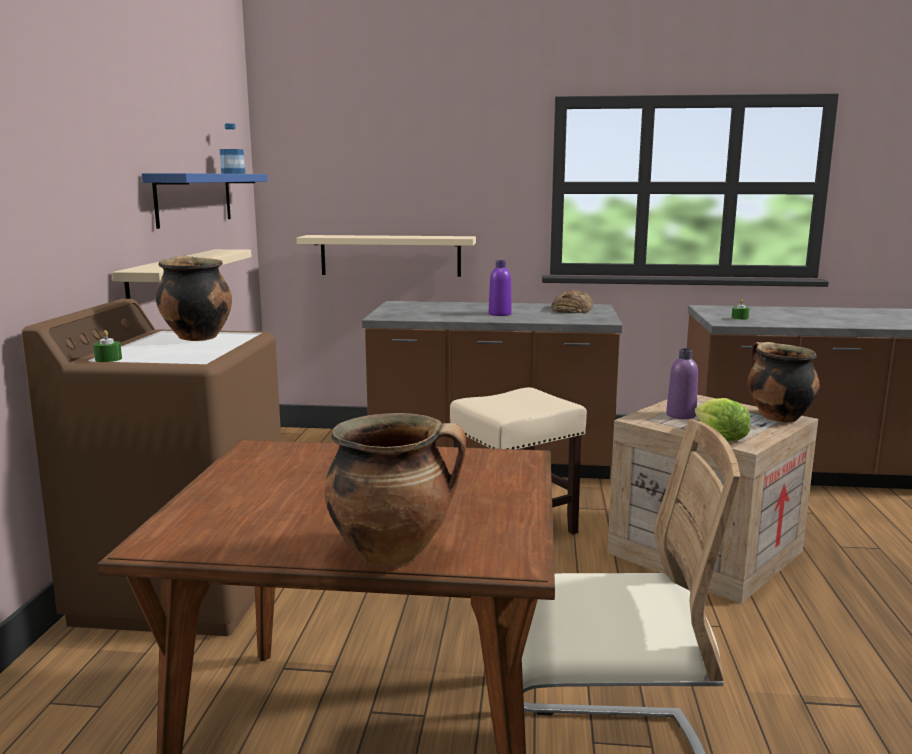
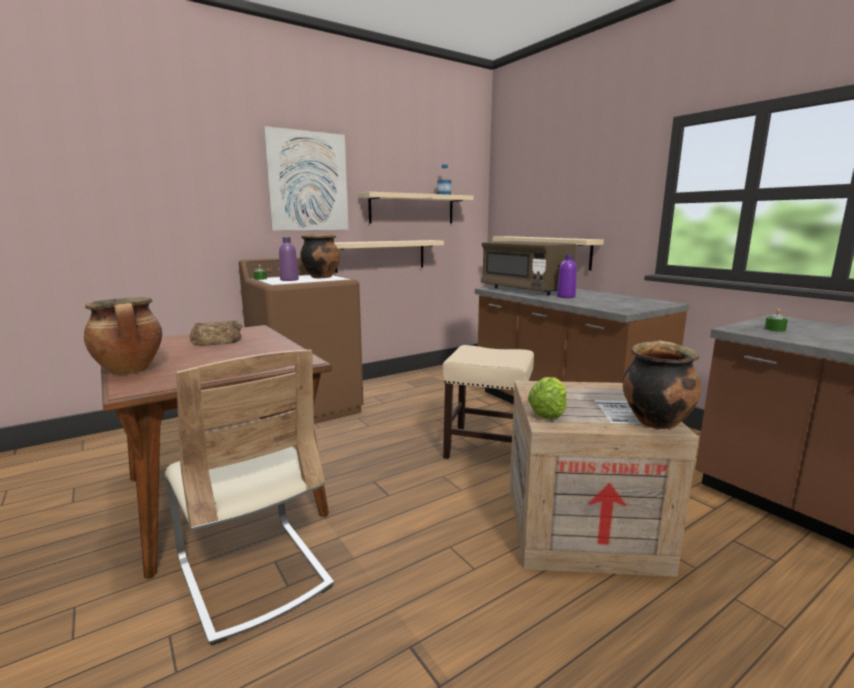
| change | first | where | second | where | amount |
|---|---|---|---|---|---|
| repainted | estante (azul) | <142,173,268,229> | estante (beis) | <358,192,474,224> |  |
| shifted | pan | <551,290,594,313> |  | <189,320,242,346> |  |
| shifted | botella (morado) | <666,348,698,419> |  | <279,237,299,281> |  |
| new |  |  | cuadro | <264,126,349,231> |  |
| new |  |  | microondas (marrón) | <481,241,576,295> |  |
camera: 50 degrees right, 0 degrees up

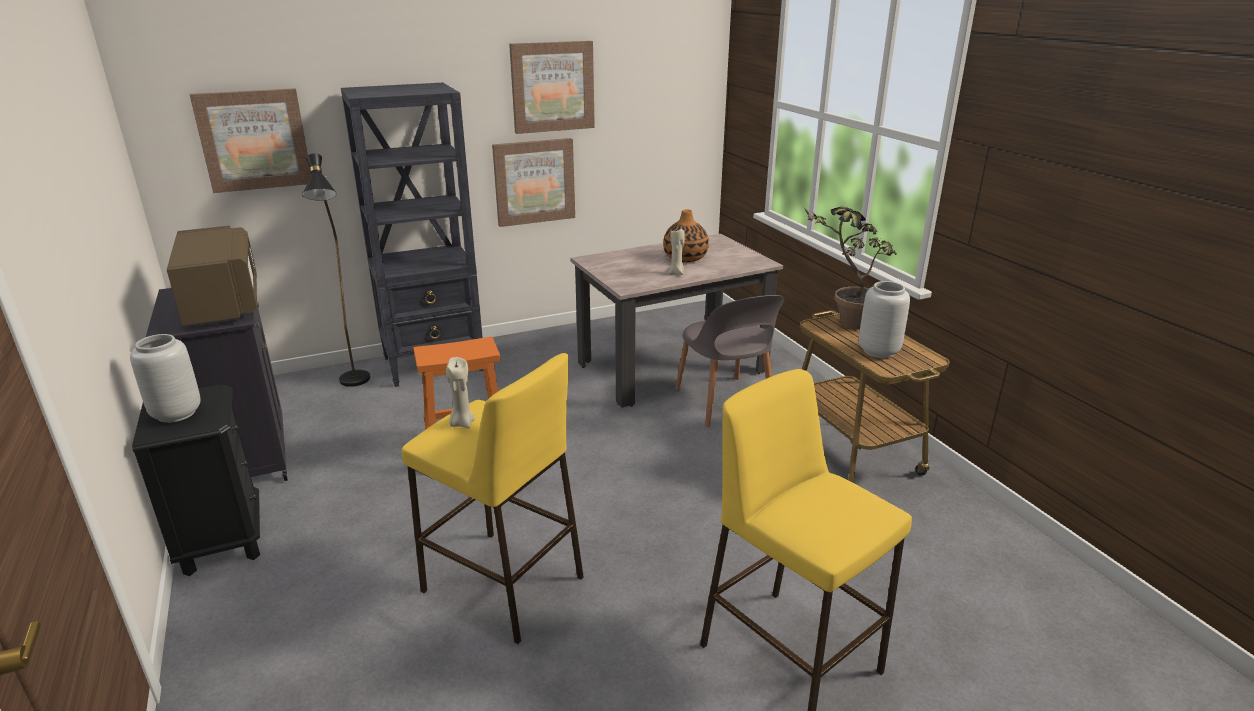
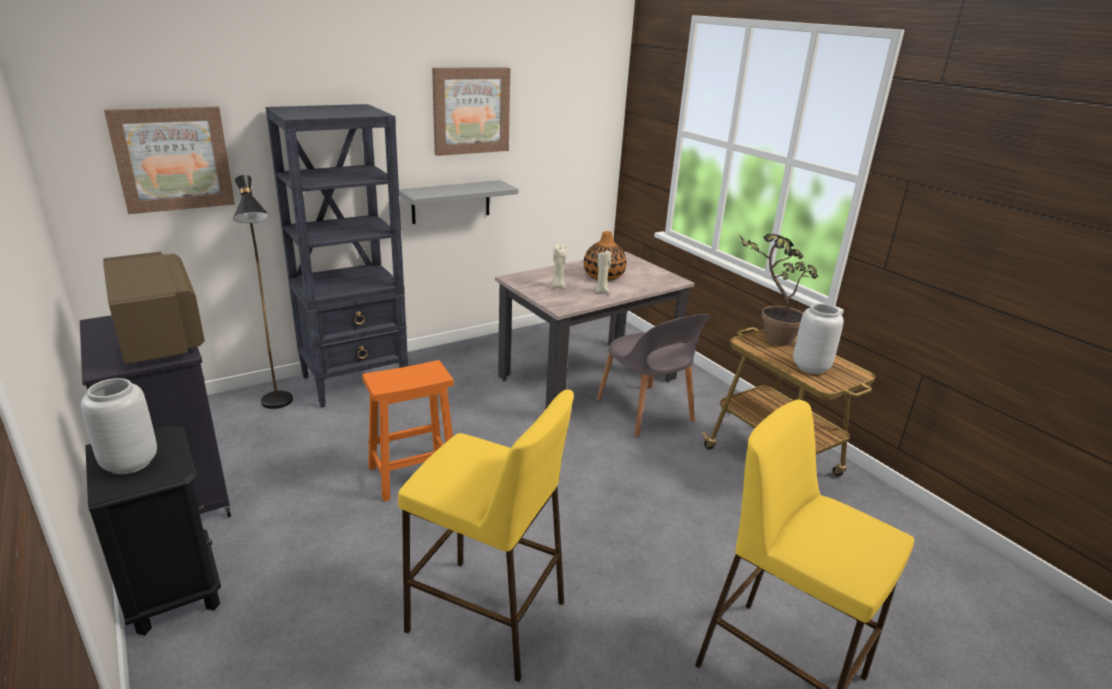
| change | first | where | second | where | amount |
|---|---|---|---|---|---|
| shifted | vela (beis) | <446,357,475,428> |  | <551,244,567,288> |  |
| swapped | cuadro | <492,138,575,227> | estante (gris) | <399,180,518,224> |  |
camera: 10 degrees left, 0 degrees up

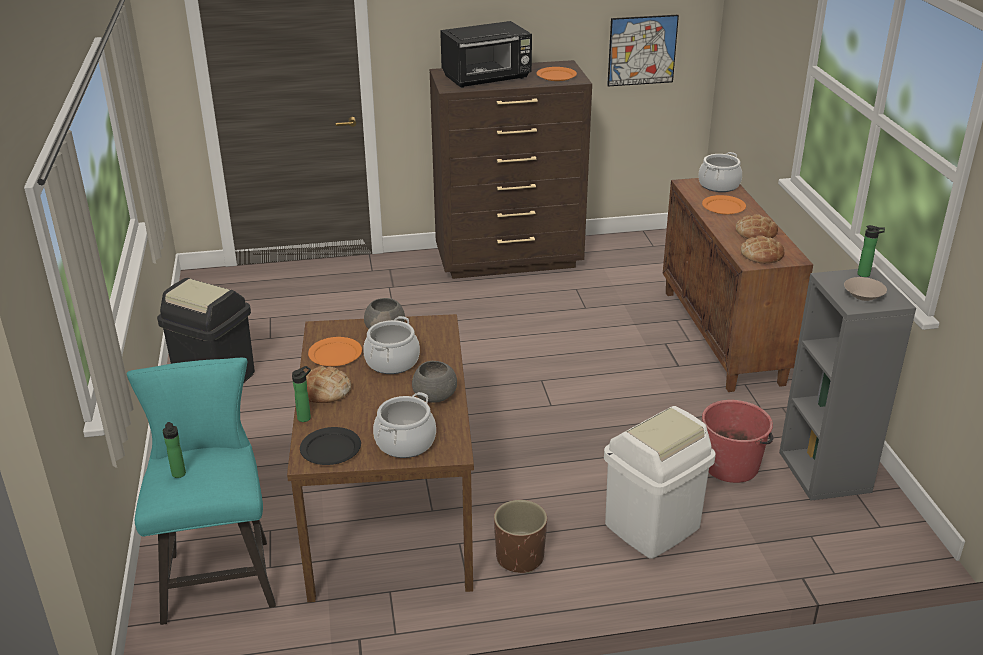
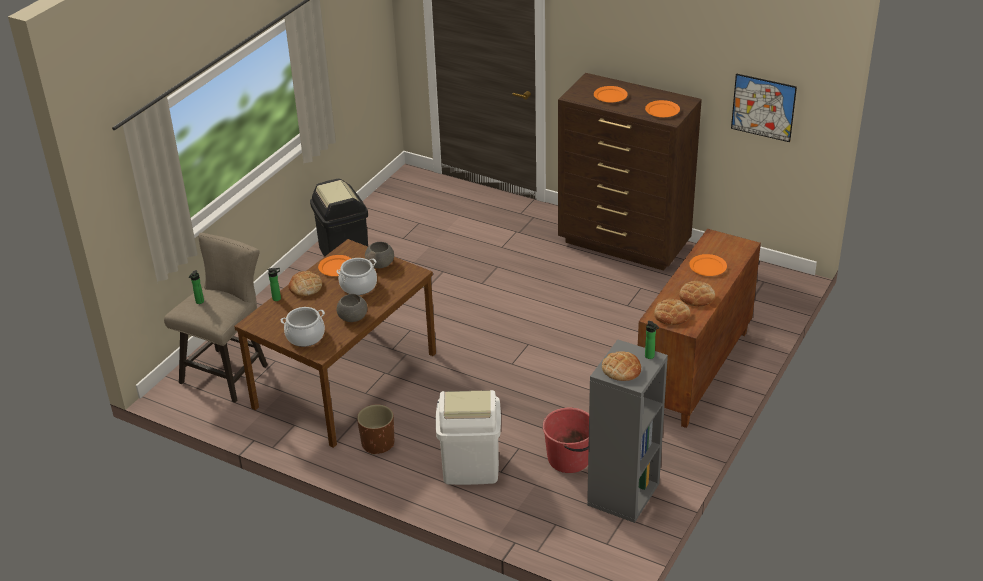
| change | first | where | second | where | amount |
|---|---|---|---|---|---|
| repainted | taburete (turquesa) | <127,358,276,625> | taburete (beis) | <164,233,268,403> |  |
| gone | plato (negro) | <300,427,361,465> |  |  |  |
| swapped | microondas (negro) | <440,21,532,88> | plato (naranja) | <594,86,628,103> |  |
| gone | olla | <698,152,742,192> |  |  |  |
| swapped | cuenco (beis) | <844,277,887,301> | pan | <602,351,641,381> |  |
camera: 40 degrees right, 5 degrees up

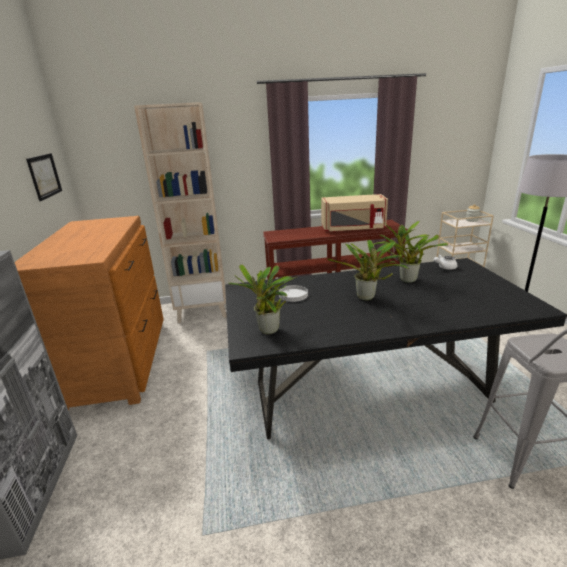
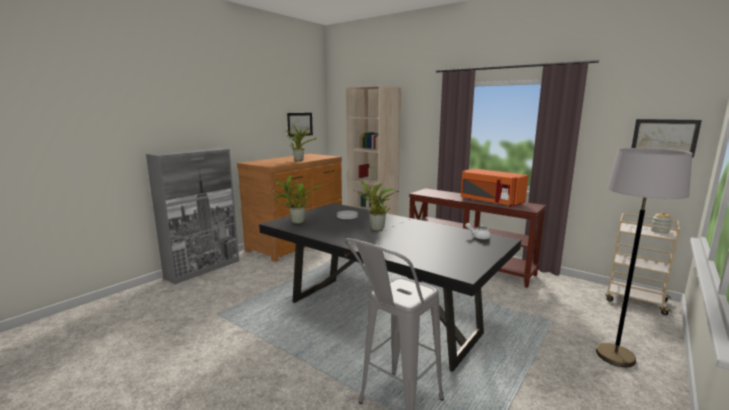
| change | first | where | second | where | amount |
|---|---|---|---|---|---|
| repainted | microondas (beis) | <321,194,388,232> | microondas (naranja) | <461,169,528,207> |  |
| shifted | planta en maceta | <373,221,448,283> |  | <283,126,317,161> |  |
| new |  |  | cuadro | <631,119,702,157> |  |
camera: 45 degrees right, 10 degrees down

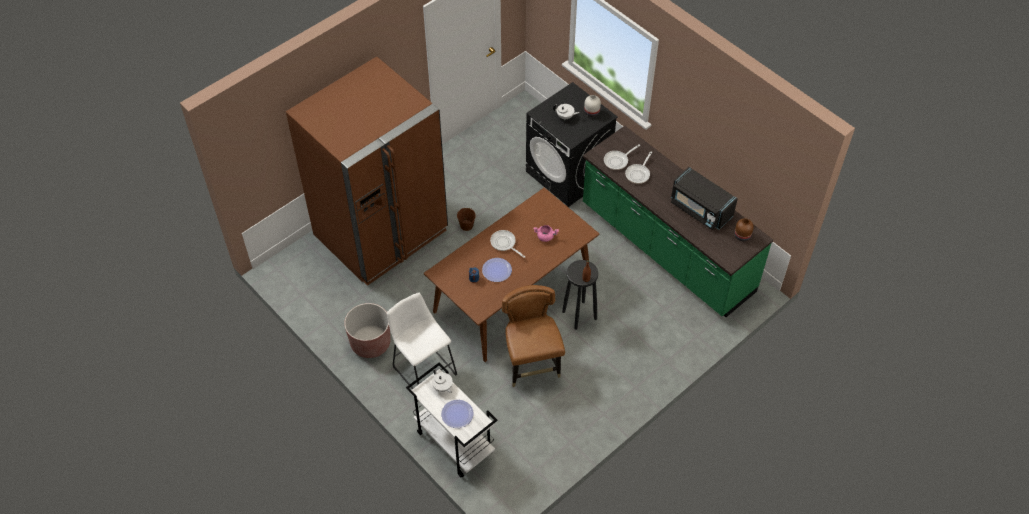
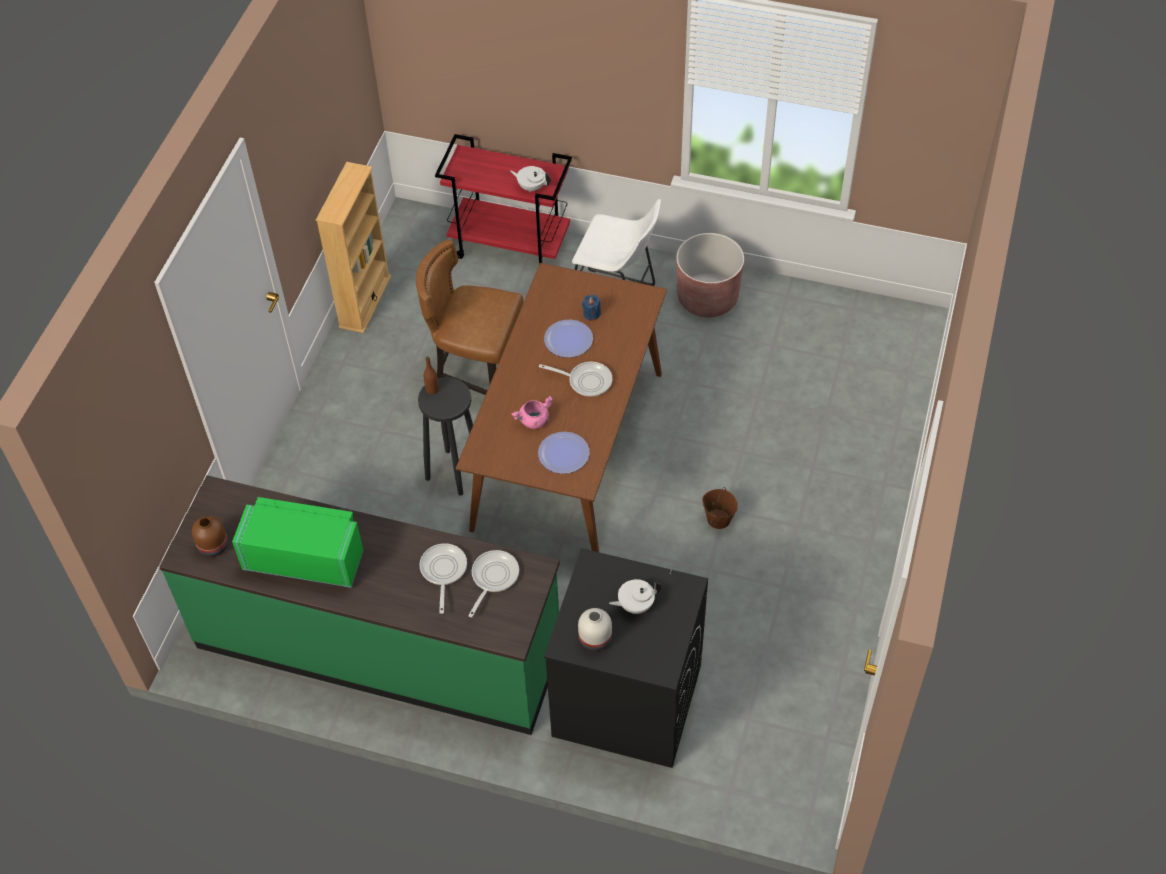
| change | first | where | second | where | amount |
|---|---|---|---|---|---|
| gone | nevera (marrón) | <286,57,448,286> |  |  |  |
| repainted | carrito (blanco) | <406,362,497,478> | carrito (rojo) | <435,134,572,264> |  |
| shifted | plato | <441,400,474,428> |  | <538,432,590,474> |  |
| rotated | silla (marrón) | <502,285,565,387> |  | <416,240,523,395> | 150 degrees clockwise |
| repainted | microondas (negro) | <671,167,738,230> | microondas (verde) | <232,497,363,588> |  |
| new |  |  | estantería (beis) | <316,162,391,333> |  |
camera: 150 degrees right, 0 degrees up

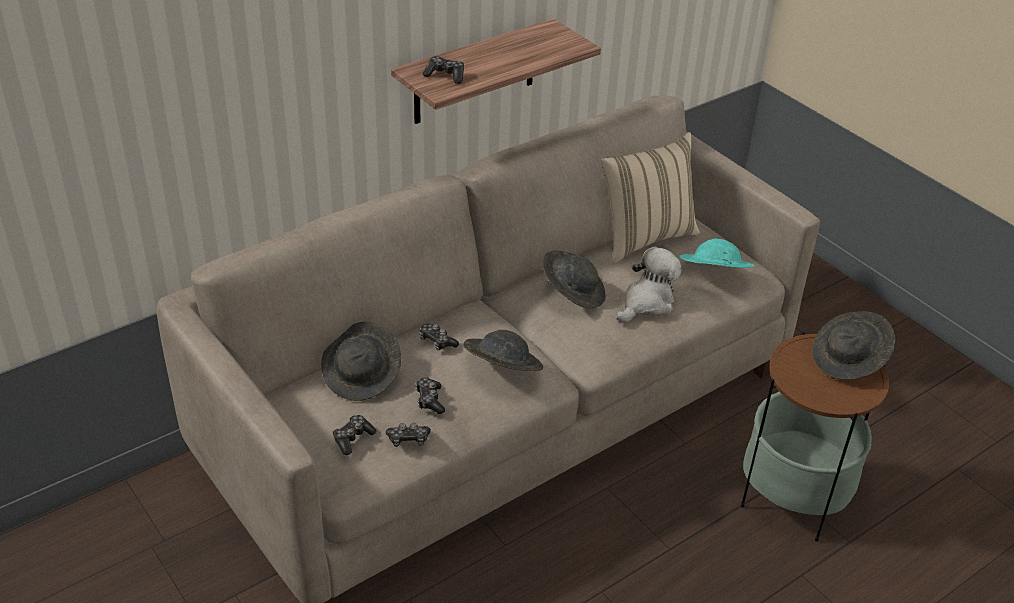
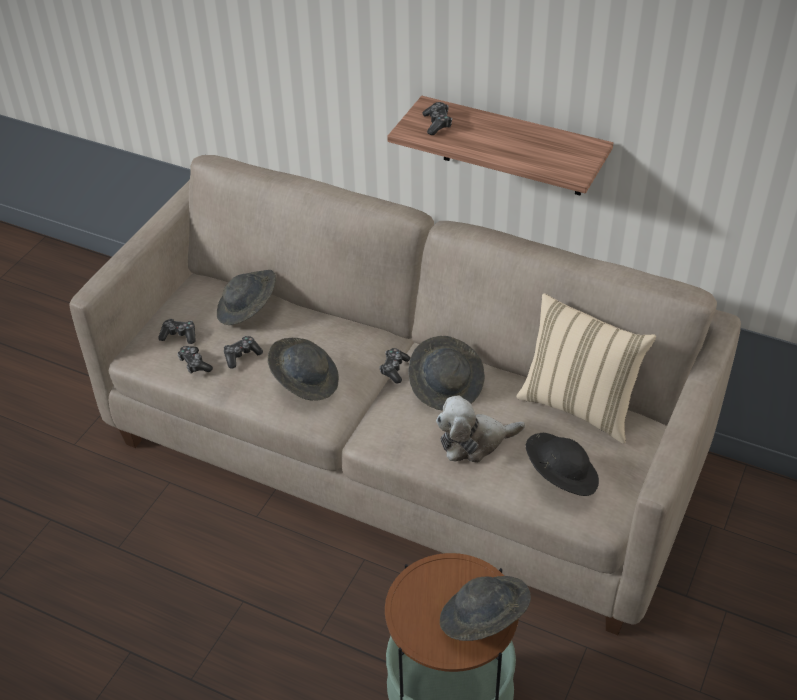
| change | first | where | second | where | amount |
|---|---|---|---|---|---|
| shifted | mando de consola | <419,323,459,351> |  | <380,348,410,384> |  |
| rotated | peluche | <616,246,682,323> |  | <436,395,525,463> | 150 degrees clockwise |
| repainted | sombrero (turquesa) | <680,239,755,268> | sombrero (negro) | <526,433,599,496> |  |
camera: 65 degrees right, 5 degrees up

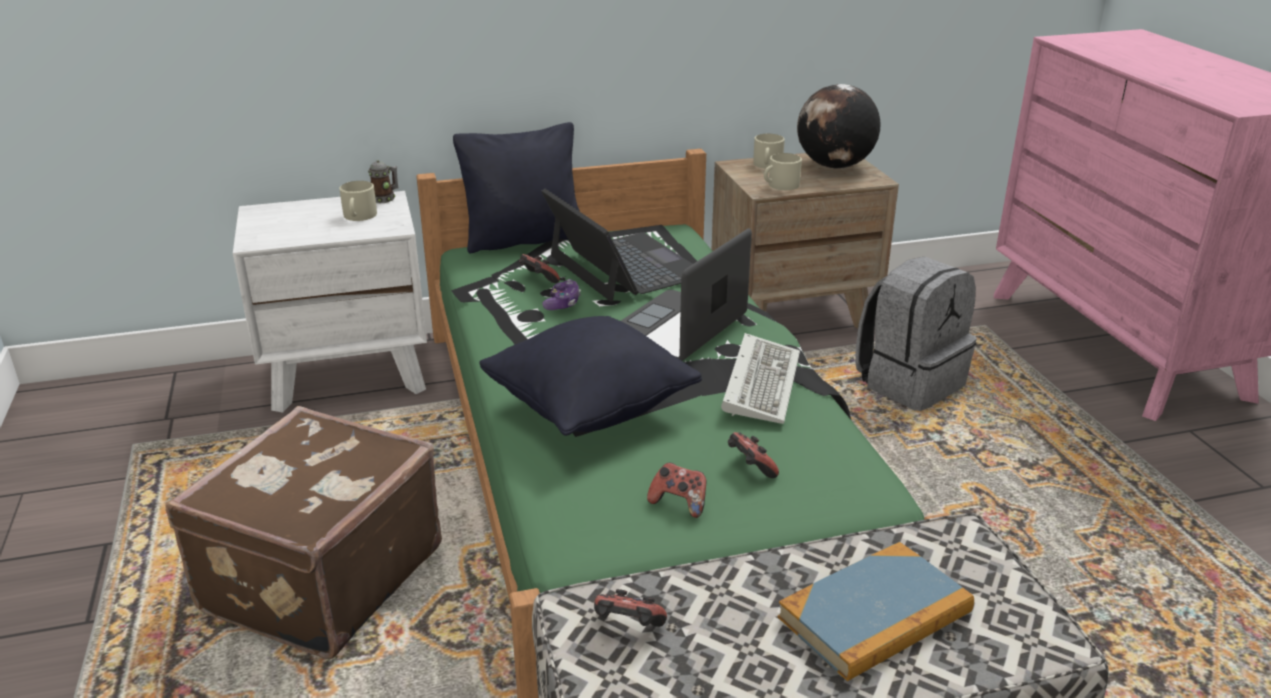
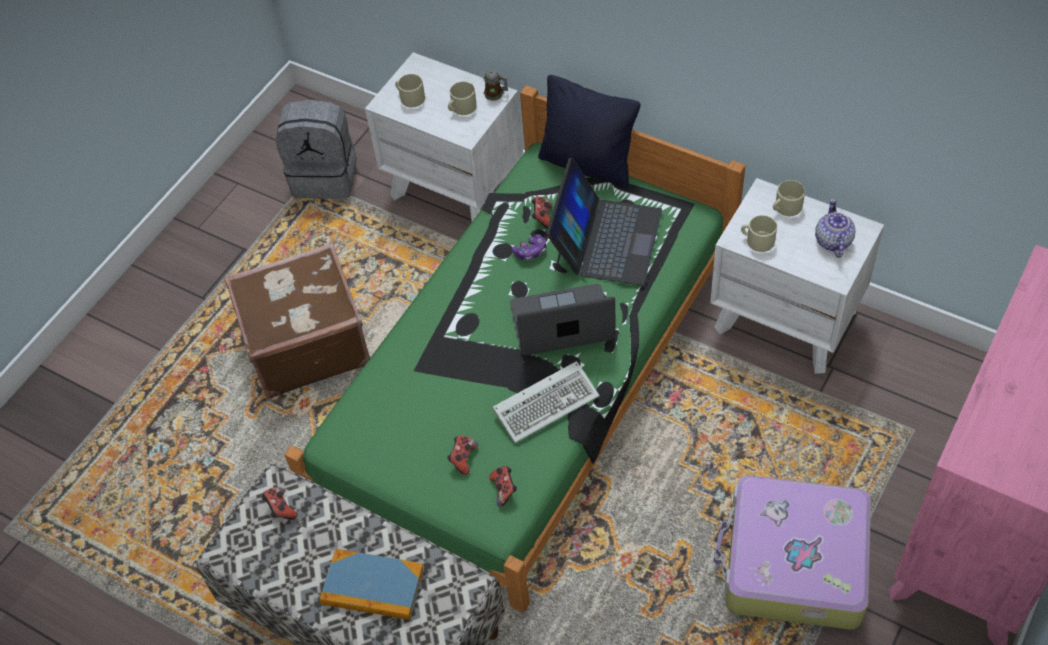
| change | first | where | second | where | amount |
|---|---|---|---|---|---|
| gone | cojín (negro) | <479,316,702,436> |  |  |  |
| shifted | mando de consola | <647,463,707,518> |  | <489,466,517,507> |  |
| repainted | mesita de noche (marrón) | <711,153,899,328> | mesita de noche (blanco) | <710,178,884,374> |  |
| swapped | globo terráqueo | <797,84,881,169> | tetera | <815,199,856,258> |  |
| shifted | mochila (gris) | <855,256,977,411> |  | <276,100,356,199> |  |
| new |  |  | taza grande (beis) | <395,74,425,108> |  |
| new |  |  | maleta | <714,475,871,629> |  |
camera: 50 degrees right, 25 degrees up

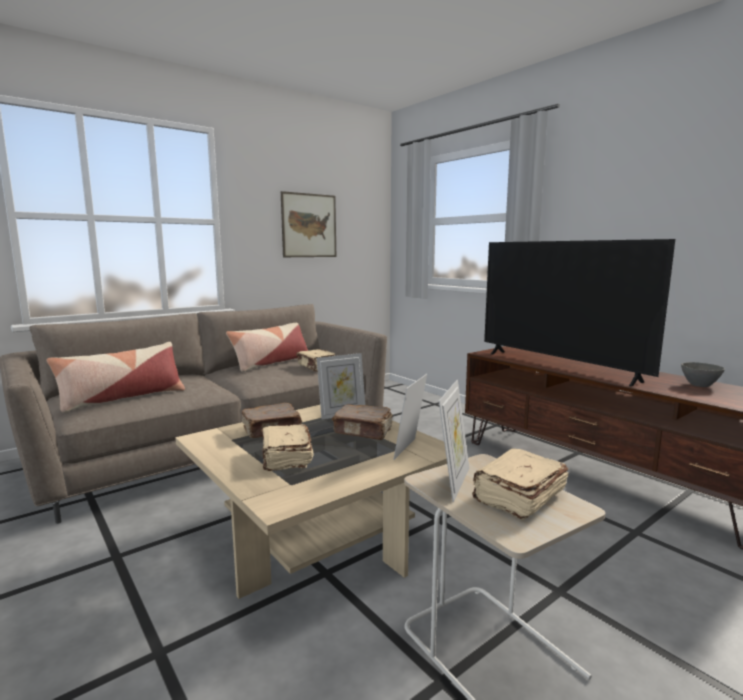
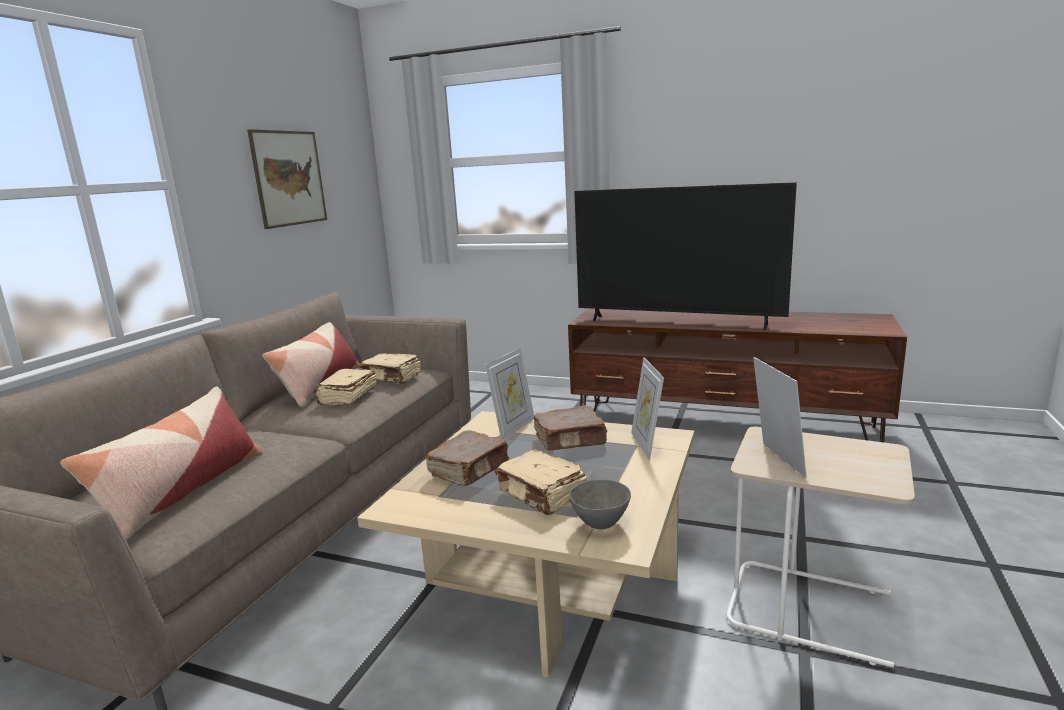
| change | first | where | second | where | amount |
|---|---|---|---|---|---|
| shifted | libro (beis) | <472,448,568,520> |  | <315,369,376,406> |  |
| shifted | cuenco (gris) | <681,362,725,387> |  | <569,479,631,529> |  |
camera: 30 degrees left, 5 degrees up

